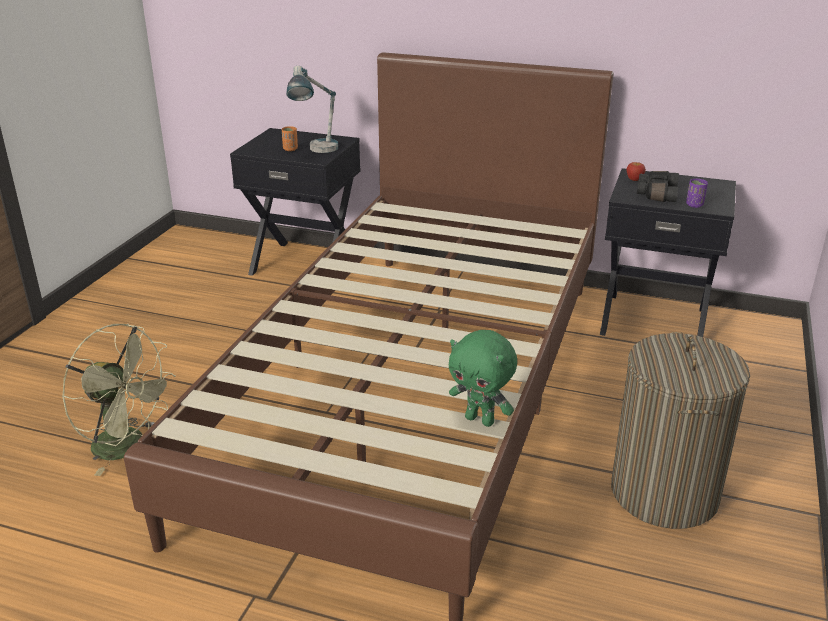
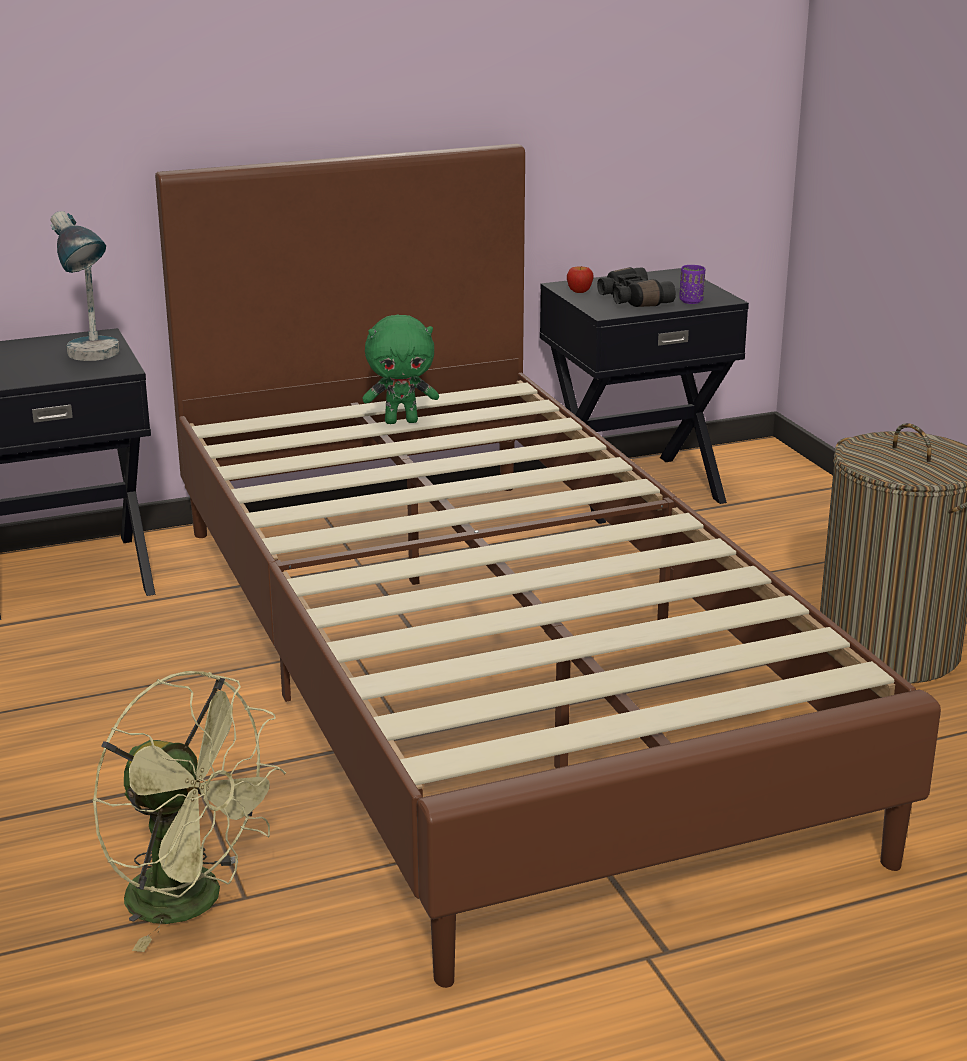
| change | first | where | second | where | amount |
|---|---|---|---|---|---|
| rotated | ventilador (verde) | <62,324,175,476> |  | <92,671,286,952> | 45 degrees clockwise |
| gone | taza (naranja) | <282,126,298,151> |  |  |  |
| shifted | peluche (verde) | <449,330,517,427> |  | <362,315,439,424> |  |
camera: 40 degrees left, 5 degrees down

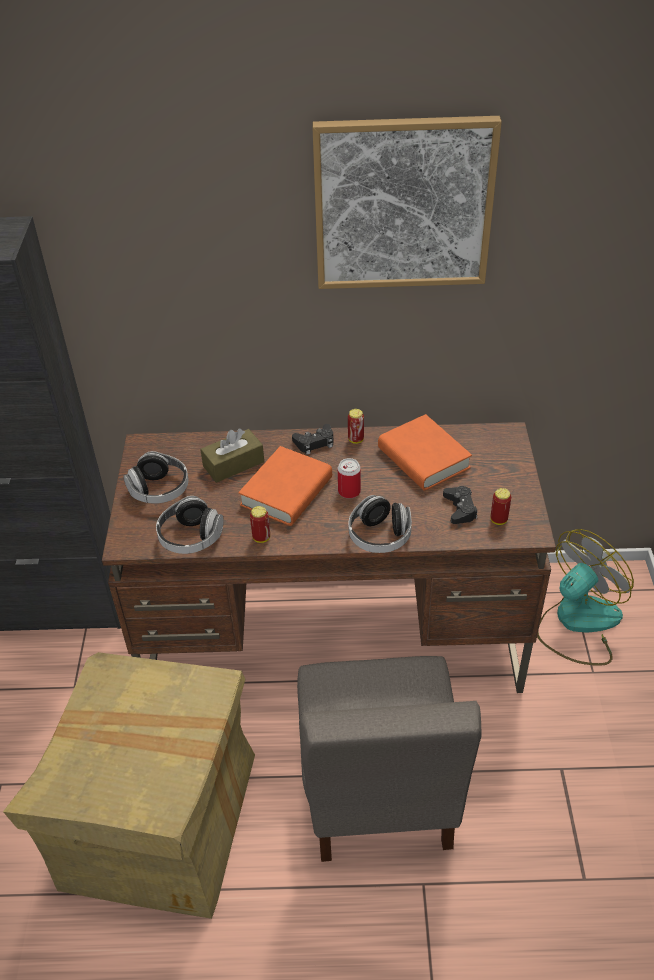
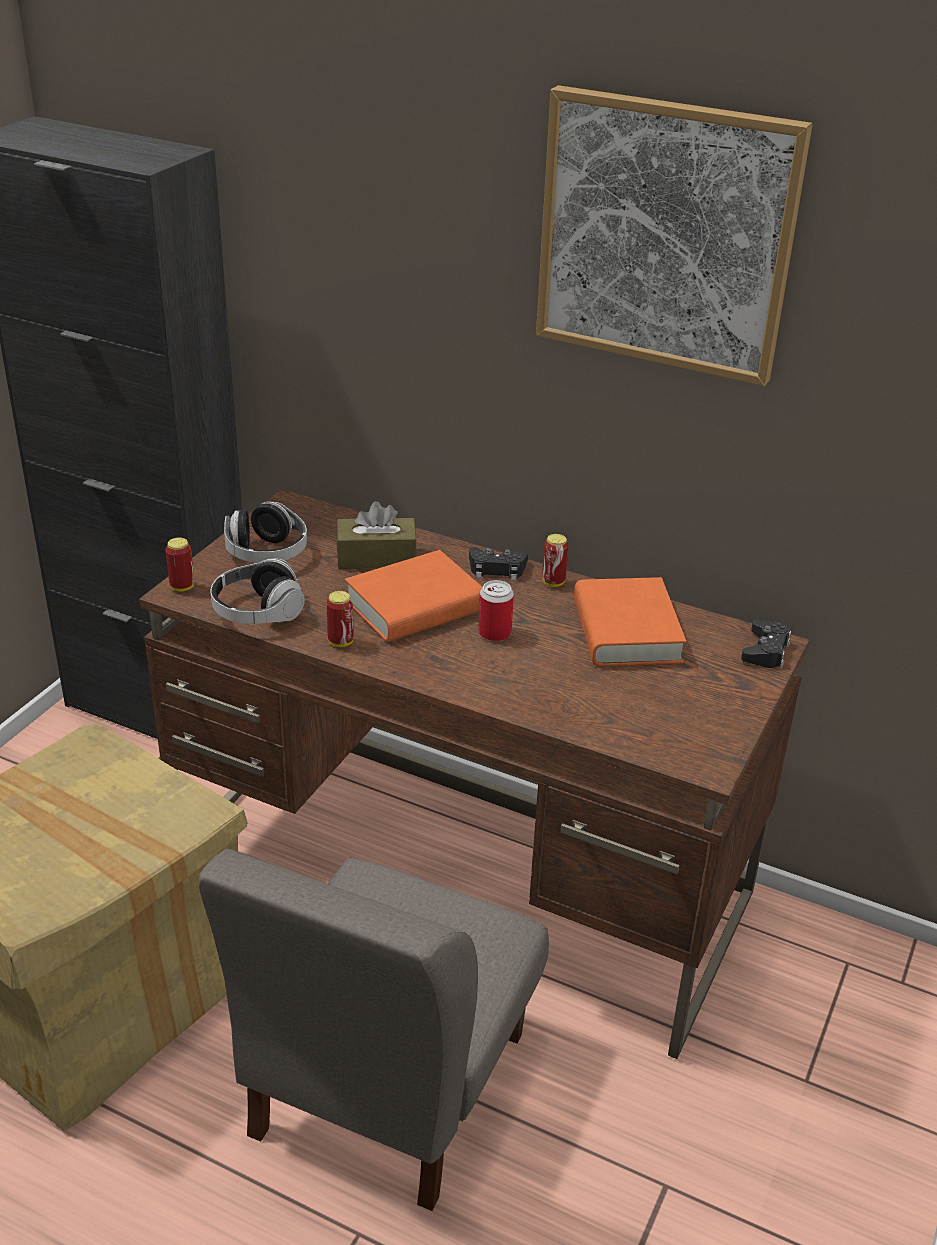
| change | first | where | second | where | amount |
|---|---|---|---|---|---|
| gone | auriculares | <349,495,412,553> |  |  |  |
| shifted | mando de consola (negro) | <443,486,478,524> |  | <741,620,791,668> |  |
| shifted | lata | <491,488,511,525> |  | <166,538,194,592> |  |
| gone | ventilador | <537,529,634,666> |  |  |  |
camera: 25 degrees right, 10 degrees down

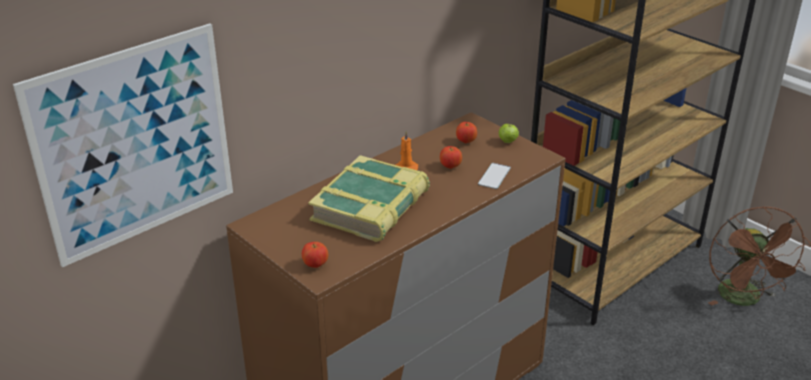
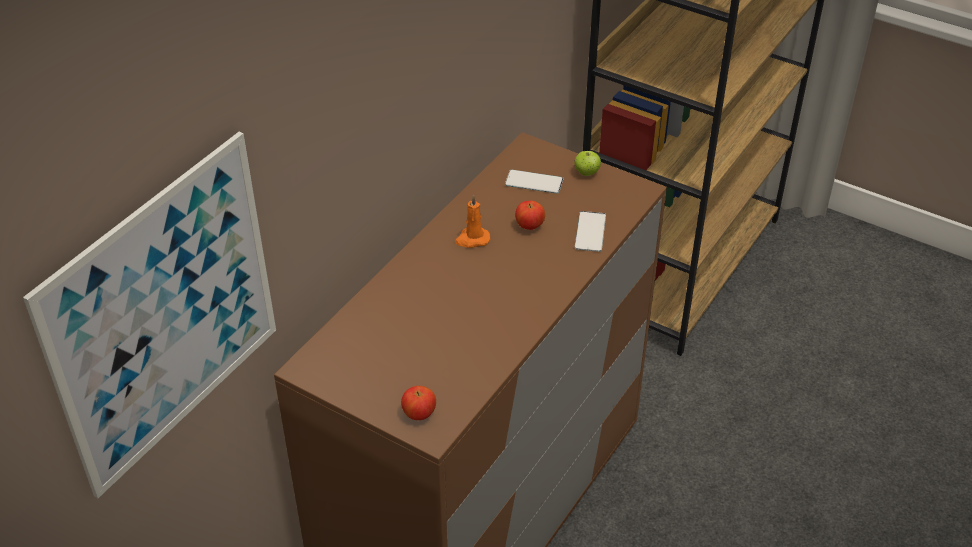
| change | first | where | second | where | amount |
|---|---|---|---|---|---|
| gone | libro | <308,155,430,242> |  |  |  |
| swapped | manzana | <456,122,477,143> | móvil | <505,170,564,194> |  |
| gone | ventilador (marrón) | <708,206,811,306> |  |  |  |
camera: 15 degrees left, 10 degrees up

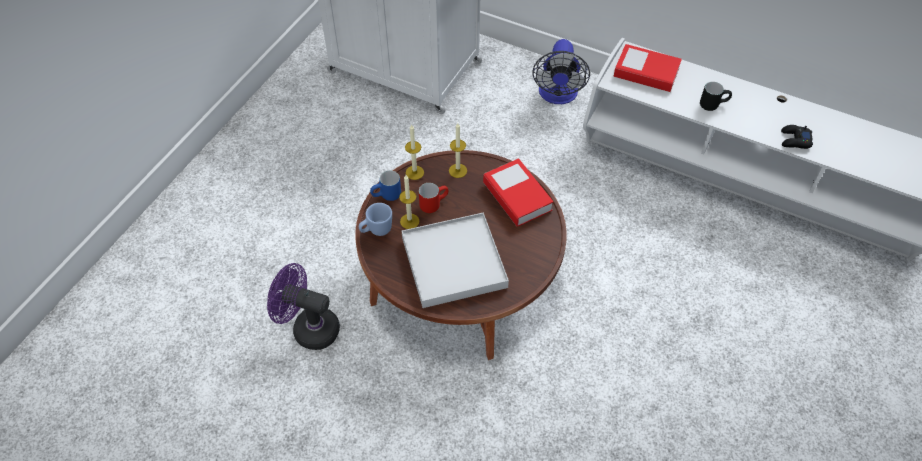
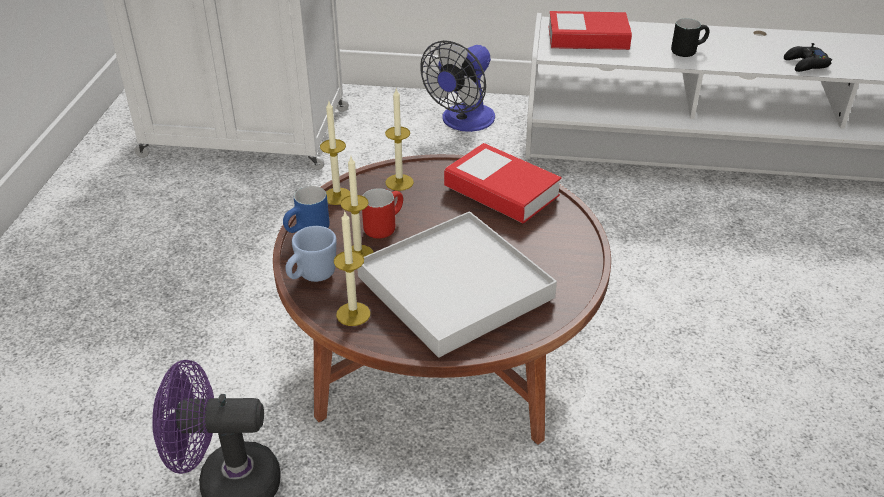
| change | first | where | second | where | amount |
|---|---|---|---|---|---|
| rotated | ventilador | <532,39,590,104> |  | <420,40,495,132> | 45 degrees clockwise |
| new |  |  | vela | <334,210,370,326> |  |
camera: 20 degrees left, 15 degrees down

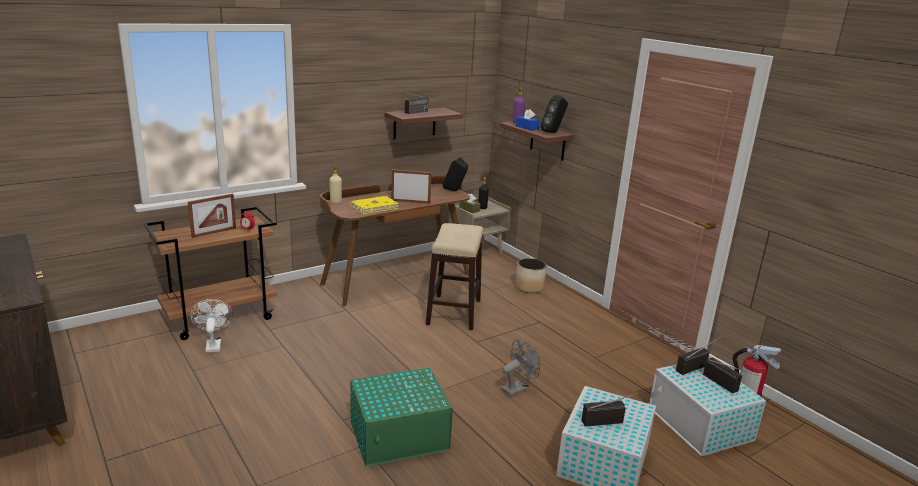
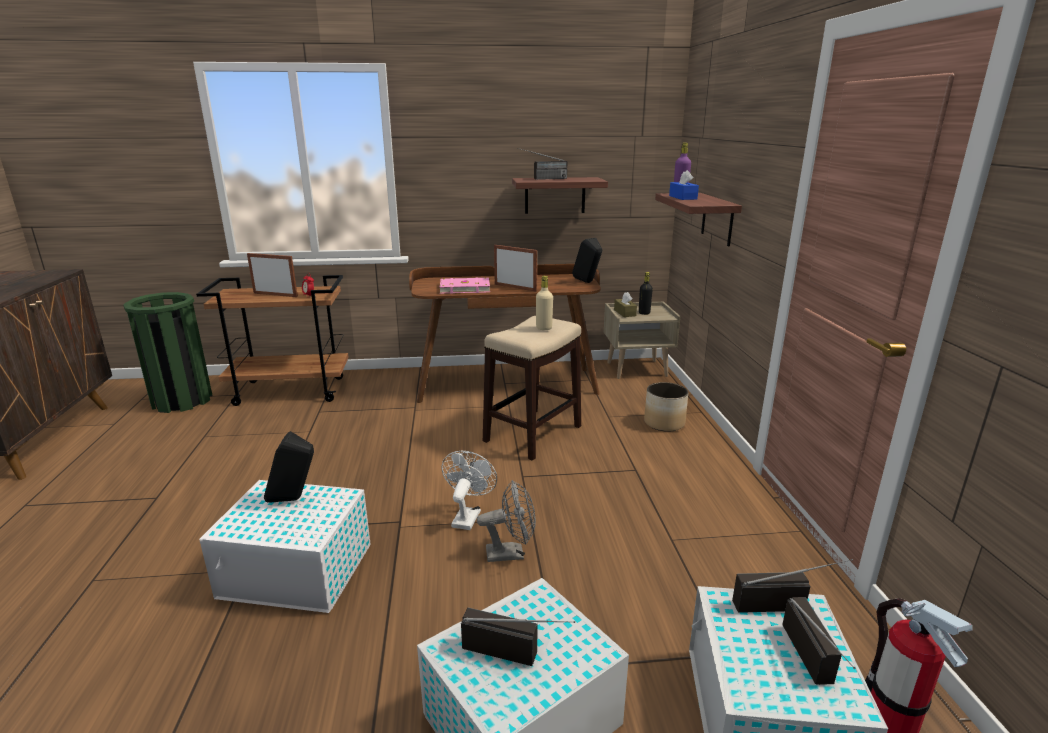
| change | first | where | second | where | amount |
|---|---|---|---|---|---|
| rotated | portarretratos | <188,193,236,238> |  | <247,253,298,297> | 150 degrees counterclockwise |
| shifted | ventilador (blanco) | <191,299,233,353> |  | <442,451,497,530> |  |
| shifted | botella (beis) | <329,166,342,203> |  | <536,276,553,330> |  |
| repainted | libro (amarillo) | <350,196,399,214> | libro (rosa) | <440,278,490,294> |  |
| repainted | caja de almacenaje (verde) | <350,368,453,467> | caja de almacenaje (blanco) | <199,480,371,613> |  |
| shifted | altavoz (negro) | <540,95,568,133> |  | <264,431,314,503> |  |
| new |  |  | papelera (verde) | <123,292,213,413> |  |
camera: 30 degrees right, 0 degrees up

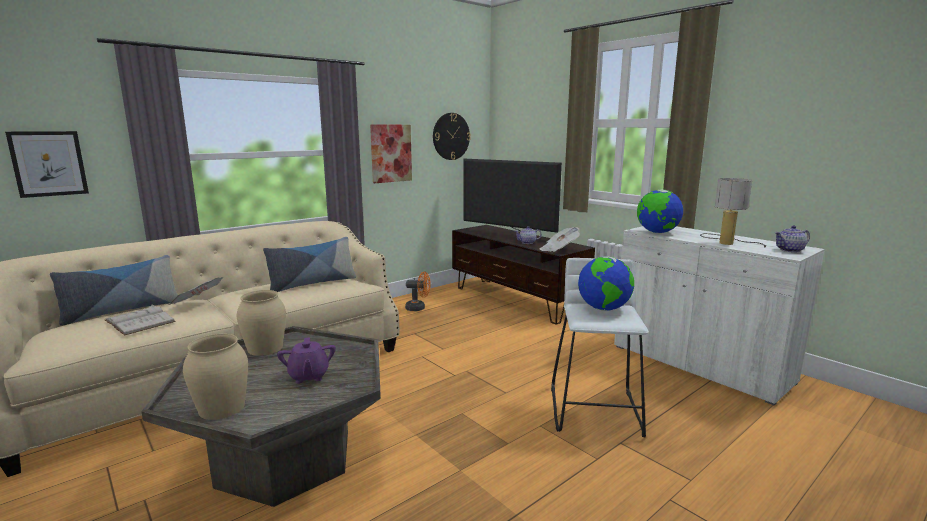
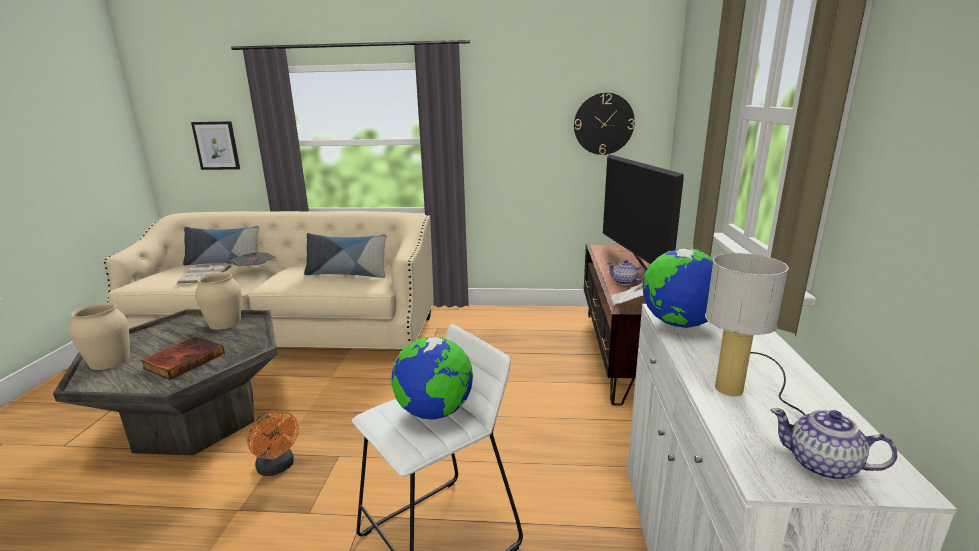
| change | first | where | second | where | amount |
|---|---|---|---|---|---|
| swapped | tetera (morado) | <277,337,336,384> | libro | <140,336,225,379> |  |
| gone | cuadro | <370,125,412,183> |  |  |  |
| shifted | ventilador (naranja) | <405,272,431,311> |  | <247,411,299,476> |  |
camera: 45 degrees right, 5 degrees up

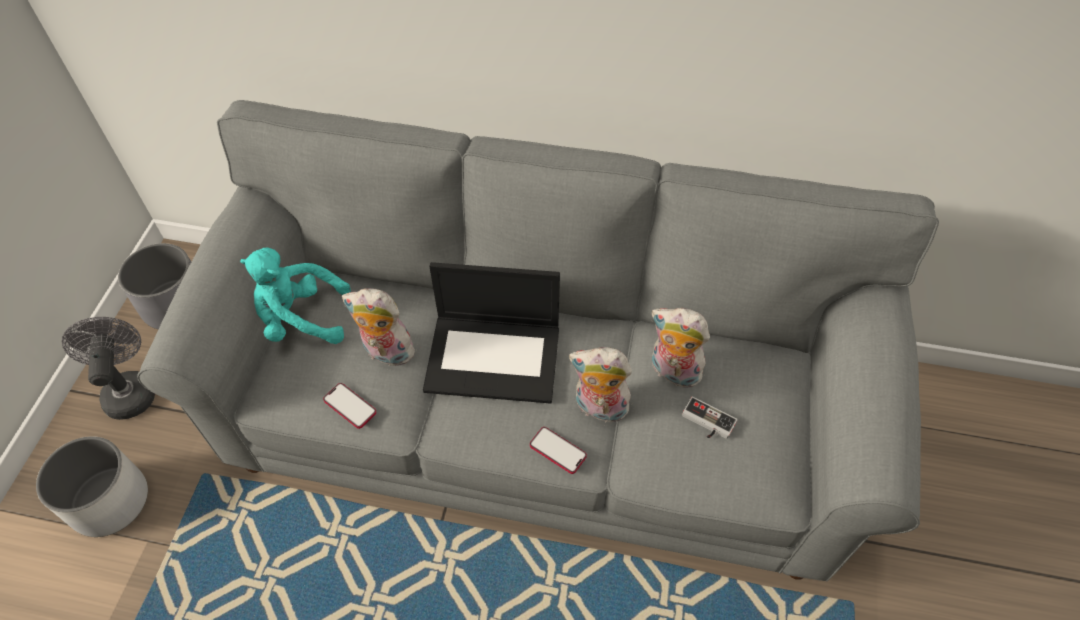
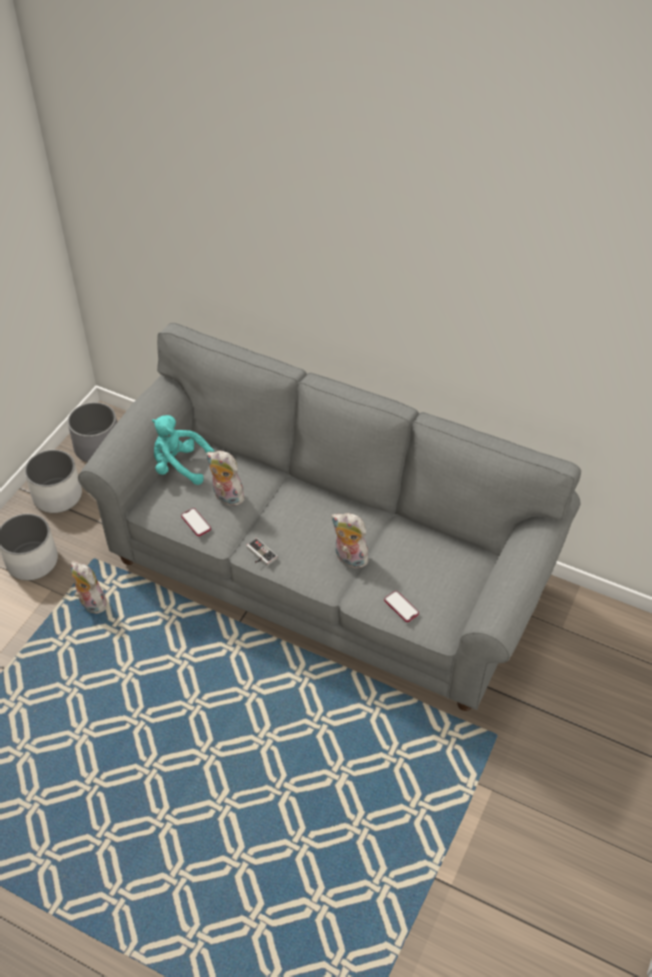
| change | first | where | second | where | amount |
|---|---|---|---|---|---|
| swapped | ventilador (gris) | <62,317,155,420> | maceta (blanco) | <25,450,82,513> |  |
| gone | portátil | <423,262,560,404> |  |  |  |
| shifted | móvil | <530,427,587,474> |  | <384,591,419,622> |  |
| shifted | peluche | <651,308,710,388> |  | <71,561,107,614> |  |
| shifted | mando de consola | <682,396,738,439> |  | <246,538,278,566> |  |
camera: 15 degrees right, 5 degrees down

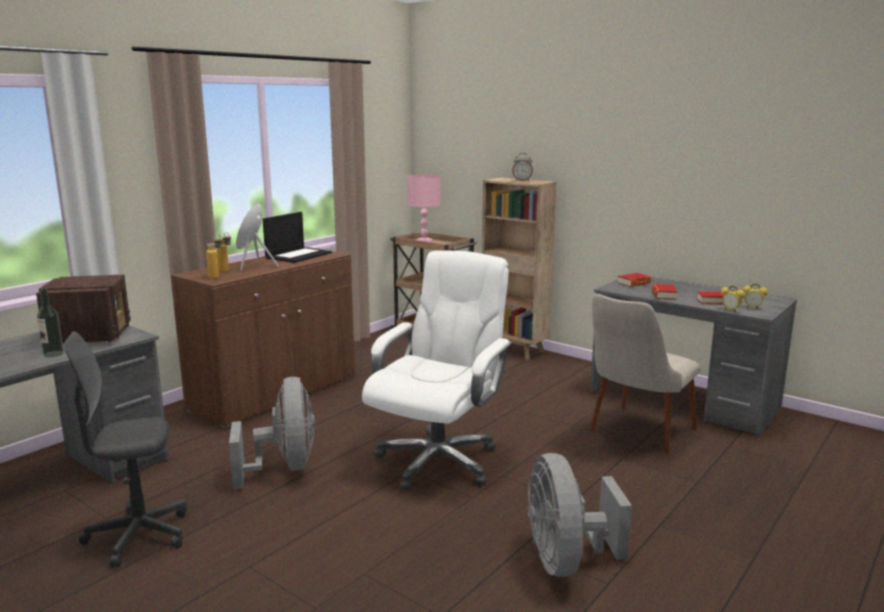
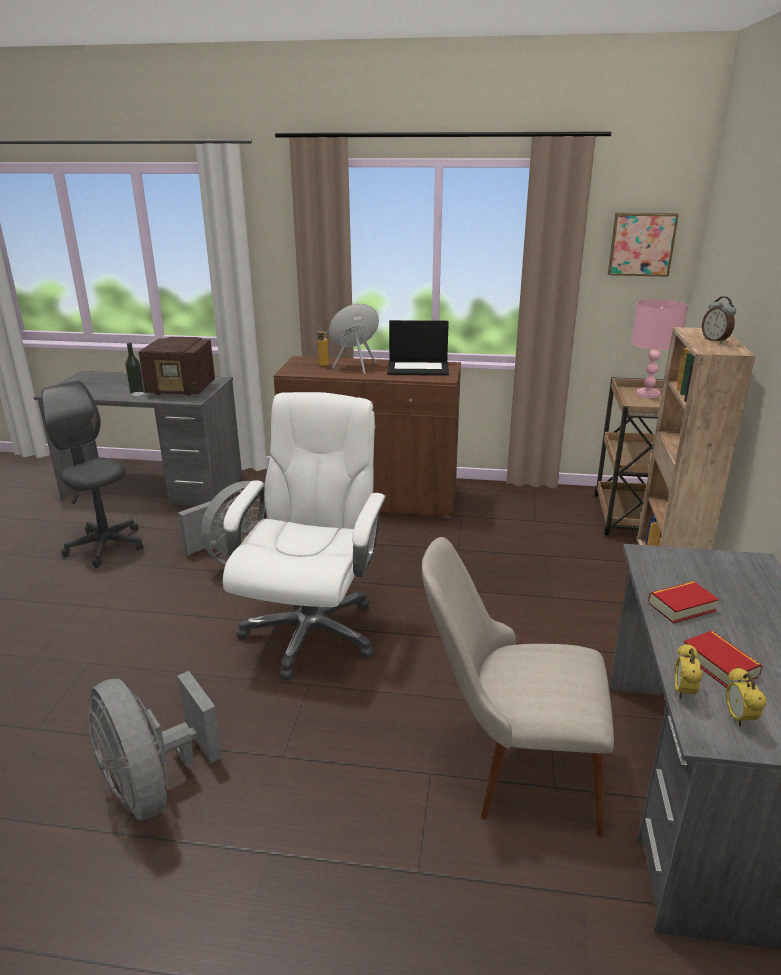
| change | first | where | second | where | amount |
|---|---|---|---|---|---|
| rotated | radio | <36,275,131,344> |  | <139,337,215,396> | 45 degrees clockwise |
| gone | botella | <206,235,222,279> |  |  |  |
| rotated | silla de oficina (blanco) | <362,250,512,491> |  | <223,392,386,680> | 75 degrees counterclockwise |
| rotated | ventilador (gris) | <528,453,632,577> |  | <89,671,222,821> | 90 degrees counterclockwise |
| gone | libro | <618,273,651,287> |  |  |  |
| new |  |  | cuadro | <608,213,679,277> |  |
camera: 60 degrees right, 10 degrees up

